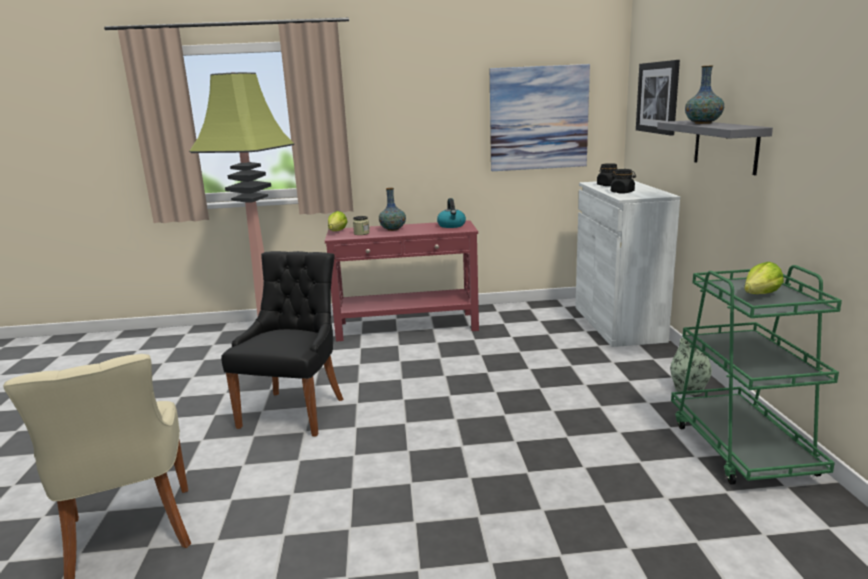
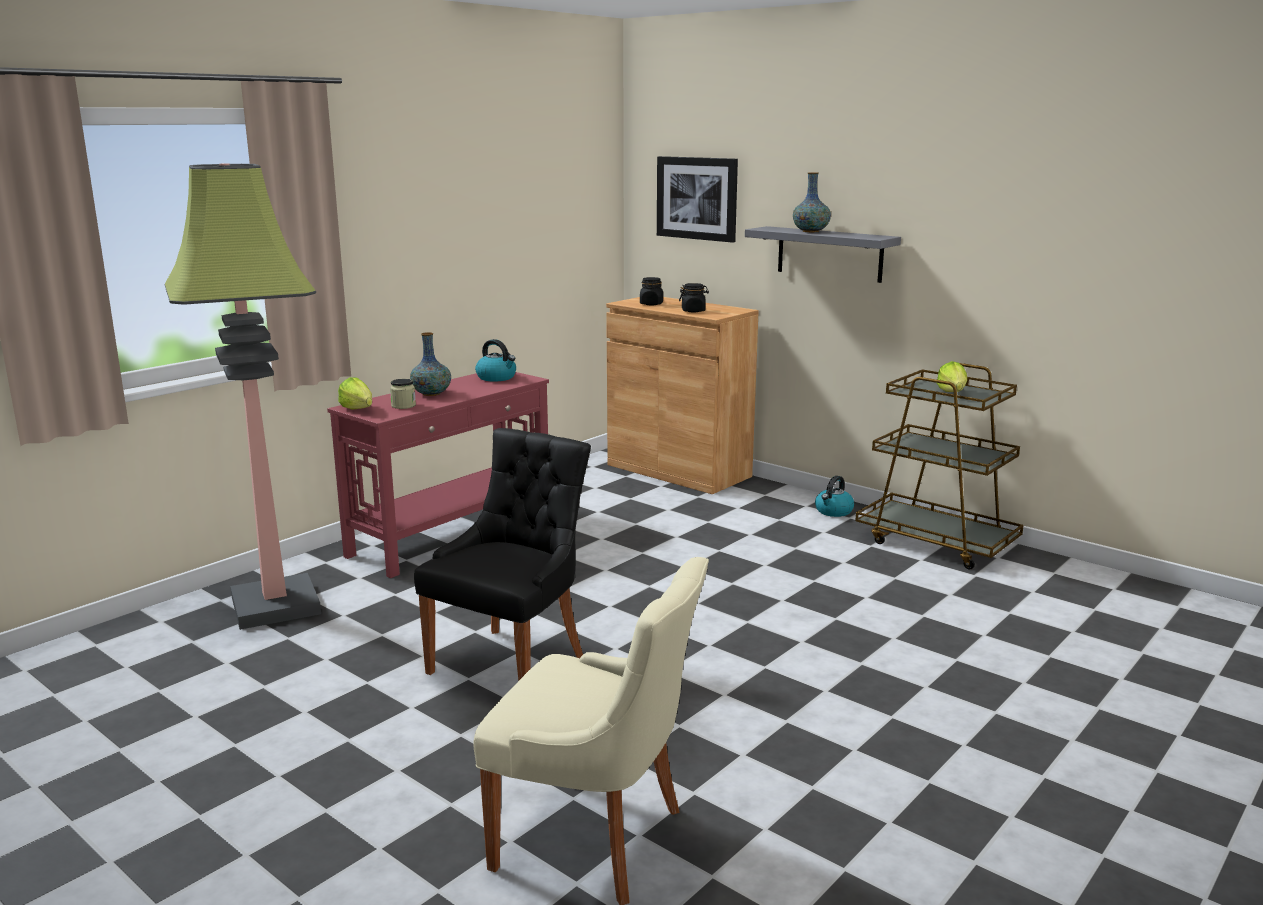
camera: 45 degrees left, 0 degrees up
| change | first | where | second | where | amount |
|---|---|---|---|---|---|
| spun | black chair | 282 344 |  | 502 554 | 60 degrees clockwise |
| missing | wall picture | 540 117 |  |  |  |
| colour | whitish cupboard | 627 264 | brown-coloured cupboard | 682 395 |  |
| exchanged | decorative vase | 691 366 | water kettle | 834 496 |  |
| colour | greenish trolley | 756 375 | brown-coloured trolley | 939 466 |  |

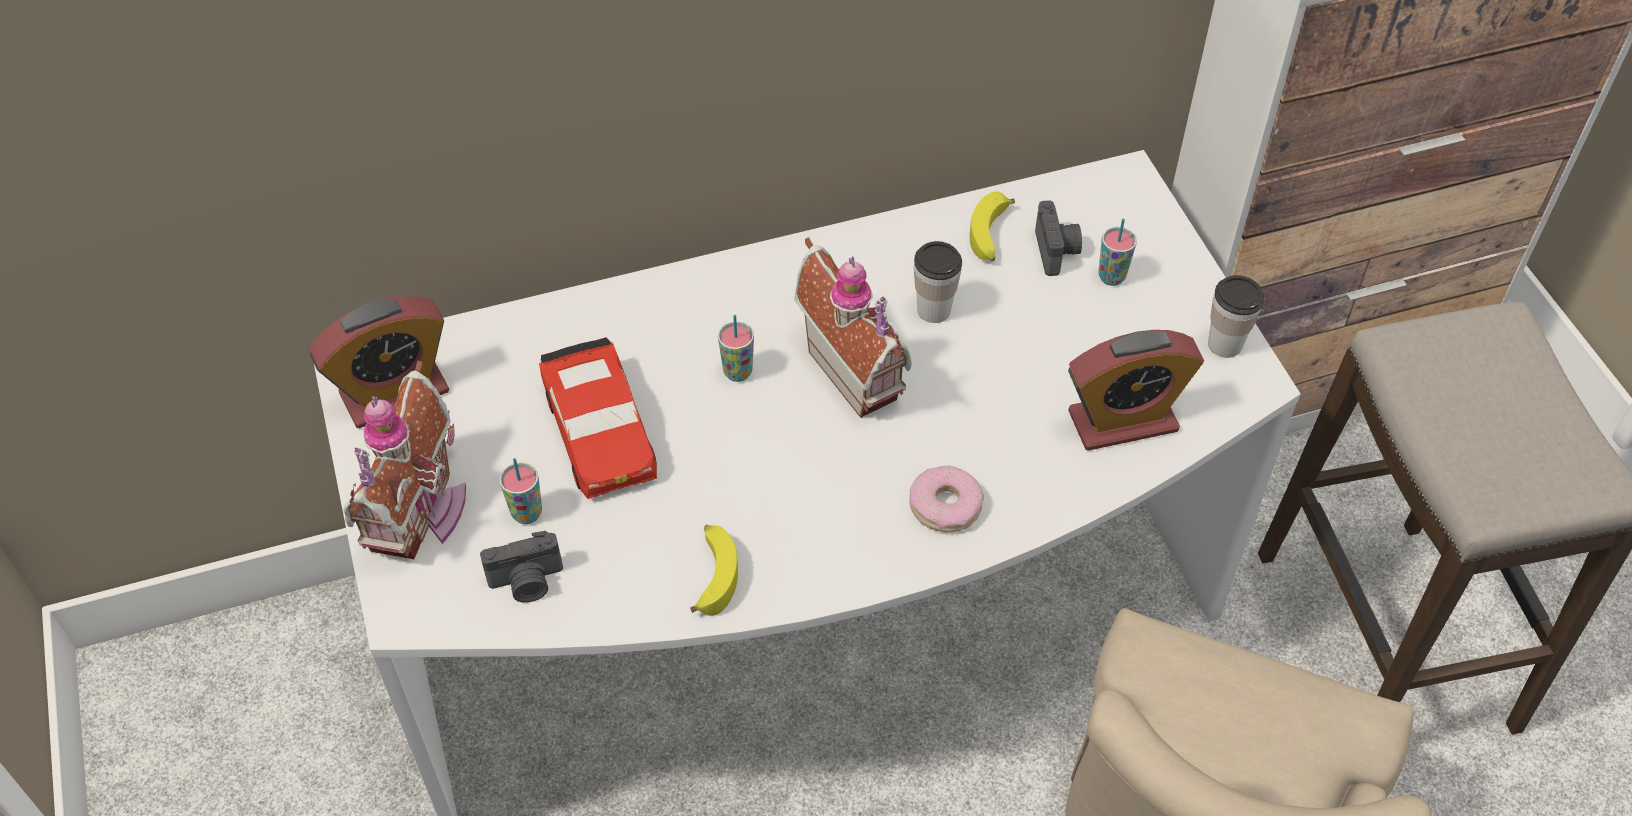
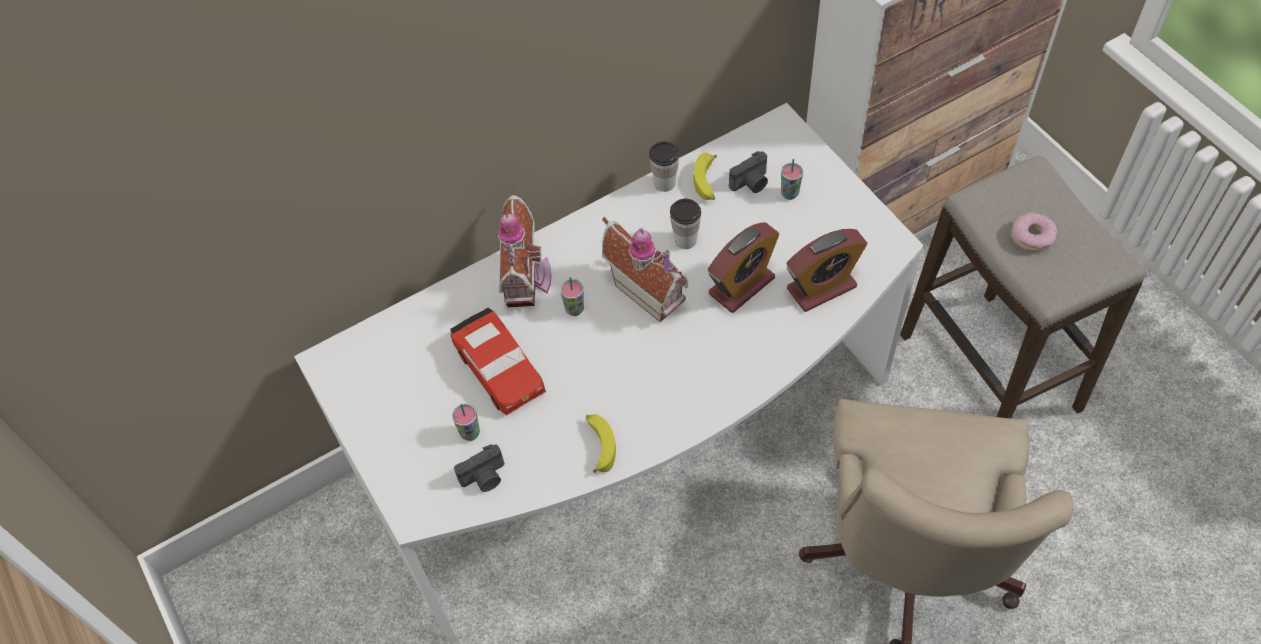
camera: 10 degrees left, 5 degrees up
| change | first | where | second | where | amount |
|---|---|---|---|---|---|
| relocated | table clock | 379 362 |  | 743 267 |  |
| relocated | toy house | 404 460 |  | 524 248 |  |
| relocated | ring doughnut | 946 498 |  | 1034 232 |  |
| spun | photo camera | 1058 238 |  | 748 172 | 75 degrees clockwise |
| relocated | cup | 1236 316 |  | 664 166 |  |

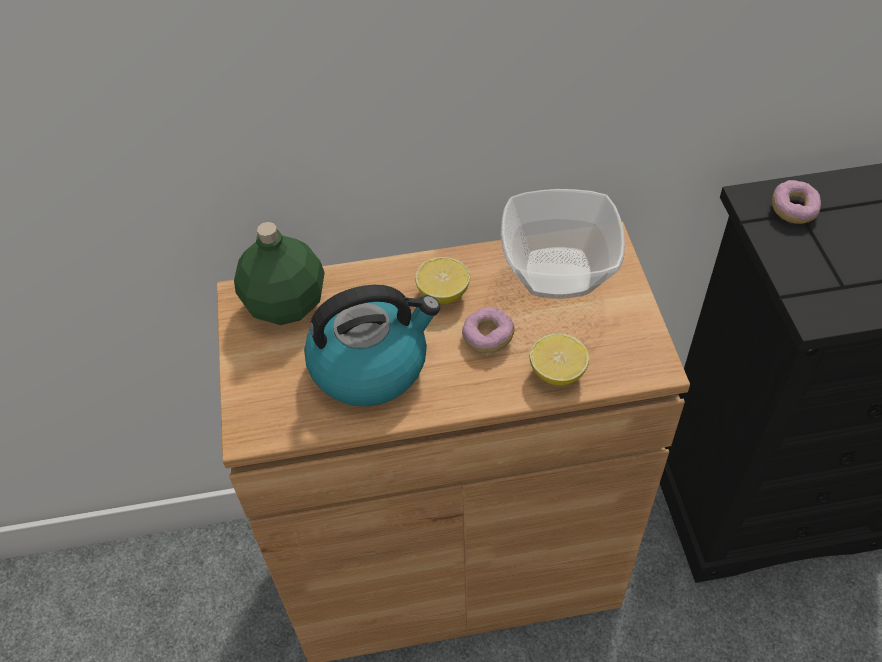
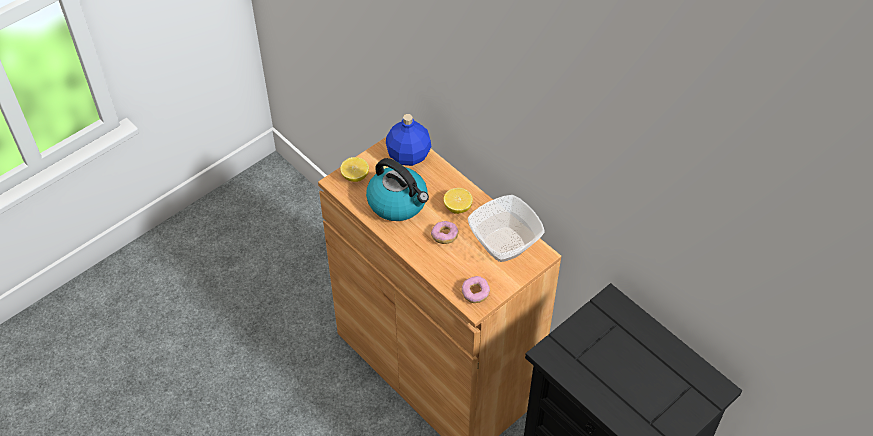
camera: 55 degrees right, 0 degrees up
| change | first | where | second | where | amount |
|---|---|---|---|---|---|
| colour | greenish drink bottle | 279 273 | bluish drink bottle | 408 140 |  |
| relocated | citrus fruit | 559 359 |  | 354 169 |  |
| relocated | ring doughnut | 796 202 |  | 475 289 |  |

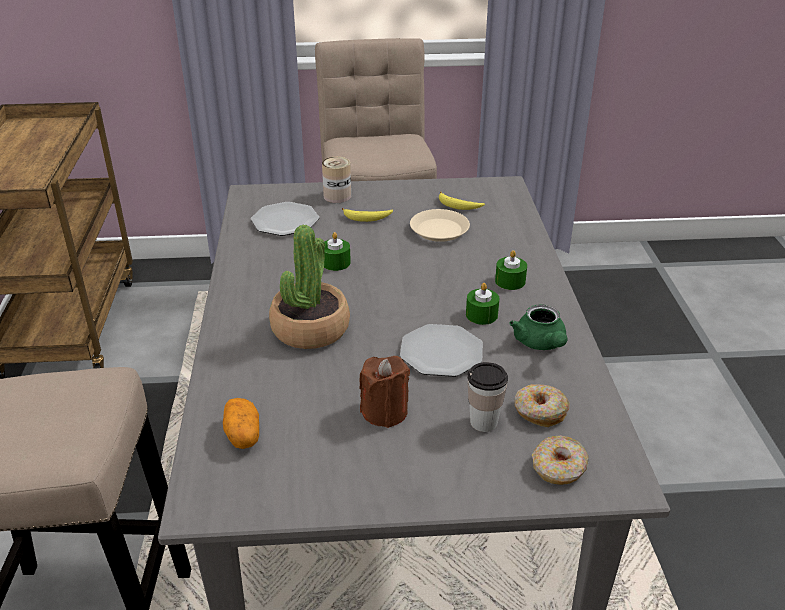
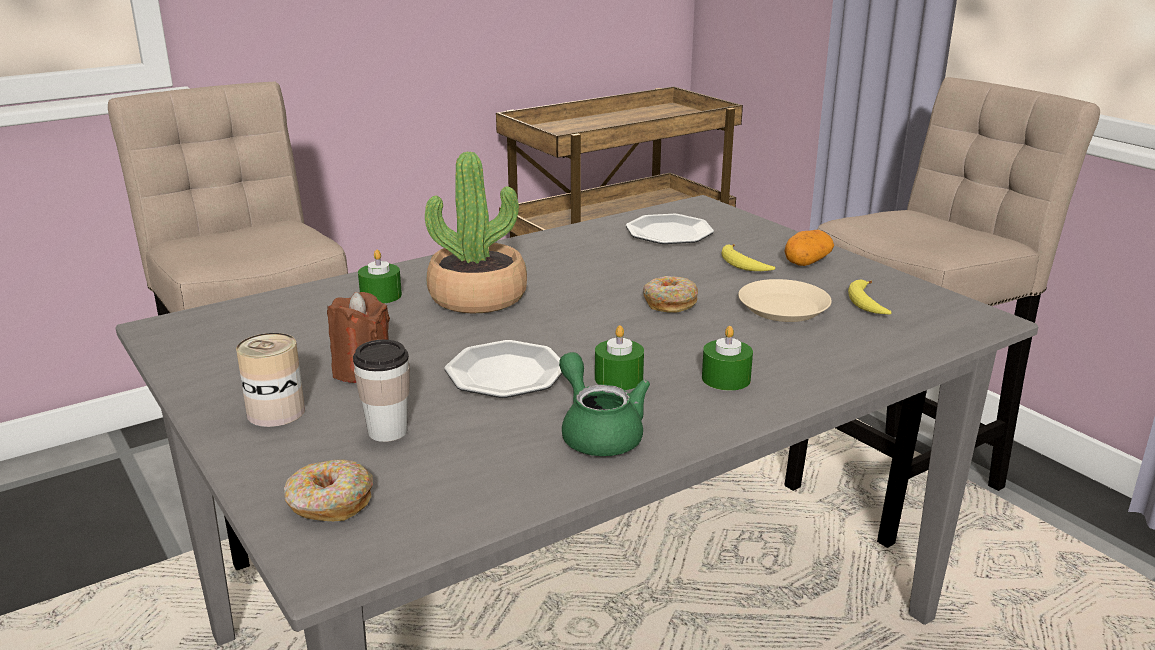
camera: 60 degrees right, 10 degrees down
| change | first | where | second | where | amount |
|---|---|---|---|---|---|
| relocated | whole potato | 241 423 |  | 809 248 |  |
| relocated | metal can | 336 180 |  | 270 380 |  |
| relocated | greenish wax candle | 337 251 |  | 380 277 |  |
| spun | greenish pot for tea | 538 327 |  | 604 404 | 105 degrees clockwise |
| relocated | ring doughnut | 542 405 |  | 670 294 |  |

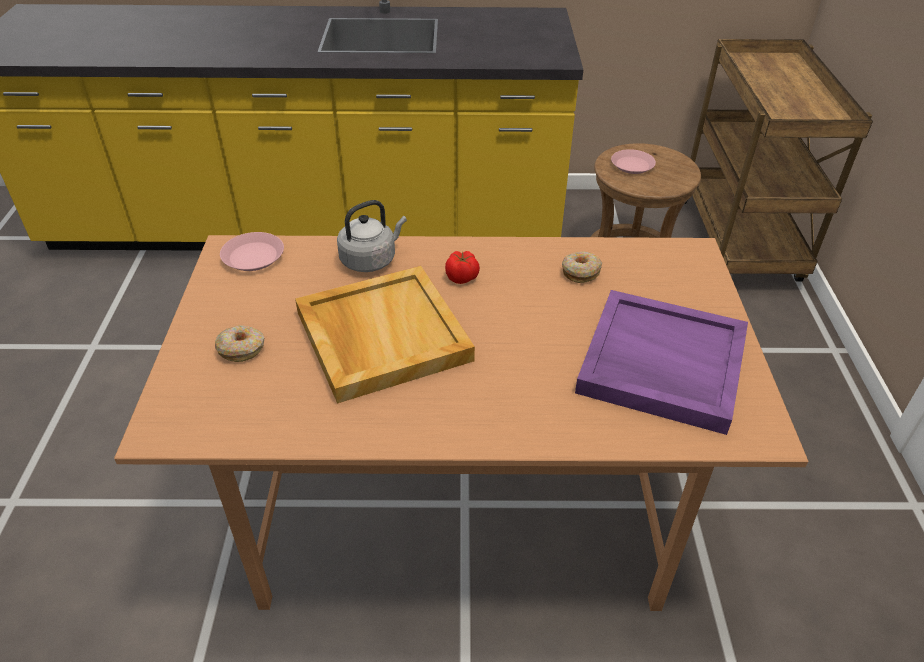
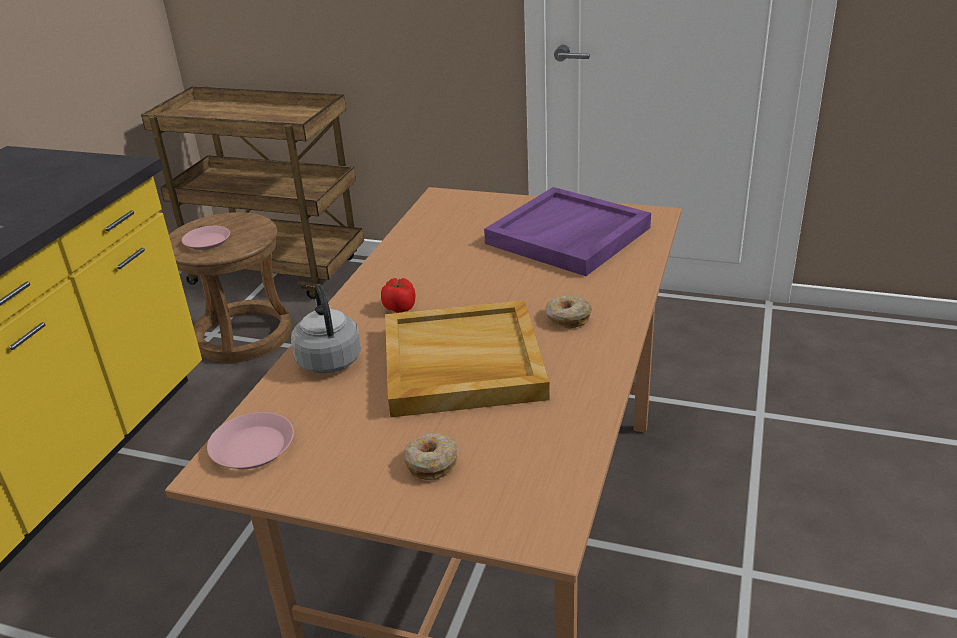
camera: 70 degrees left, 10 degrees down
| change | first | where | second | where | amount |
|---|---|---|---|---|---|
| relocated | ring doughnut | 582 267 |  | 568 312 |  |

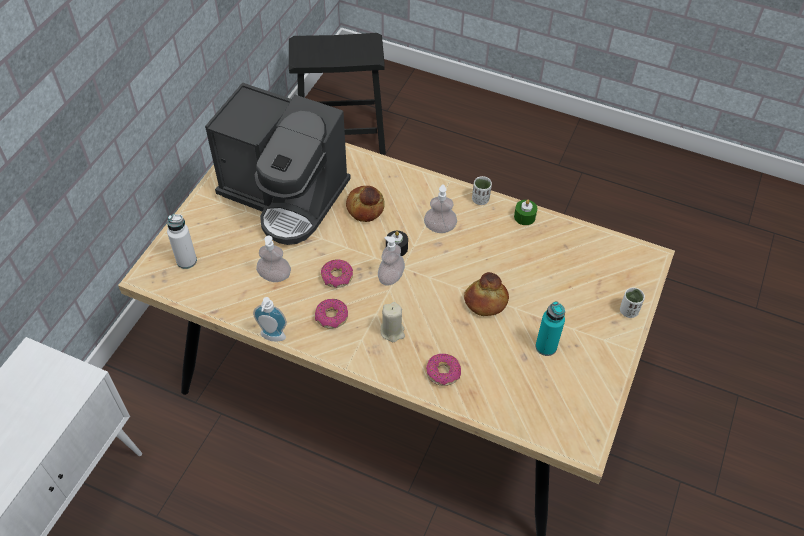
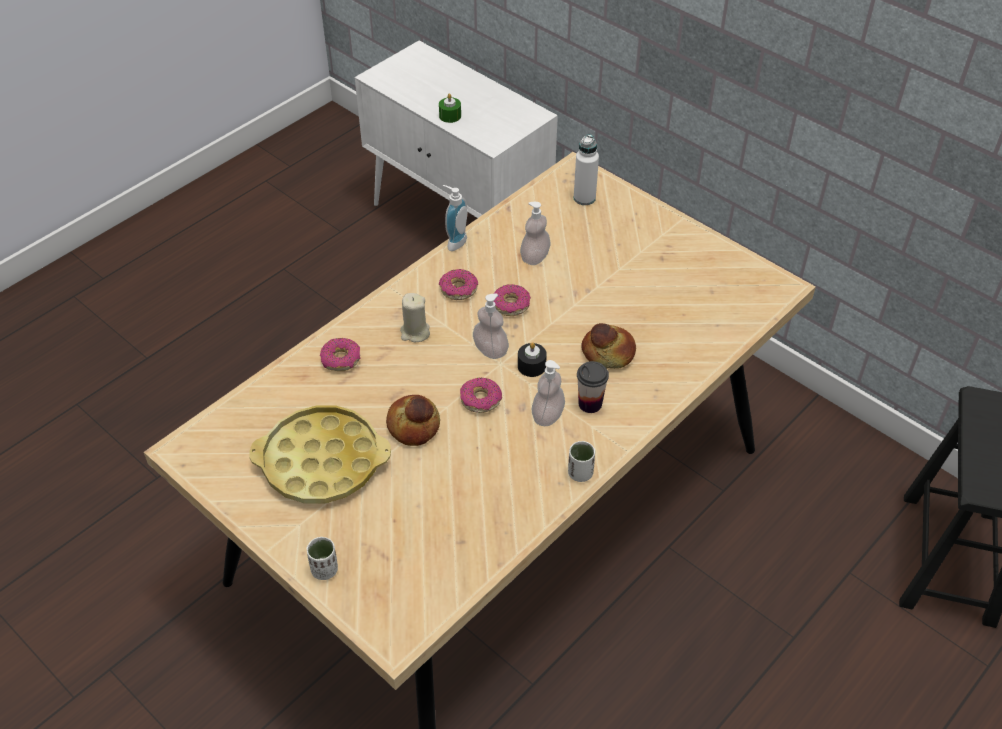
camera: 110 degrees right, 5 degrees down
| change | first | where | second | where | amount |
|---|---|---|---|---|---|
| missing | coffee maker | 278 163 |  |  |  |
| relocated | greenish wax candle | 525 212 |  | 450 108 |  |
| exchanged | turquoise-coloured drink bottle | 550 328 | yellow tray | 320 454 |  |
| appeared |  |  | ring doughnut | 481 395 |  |
| appeared |  |  | cup | 593 387 |  |

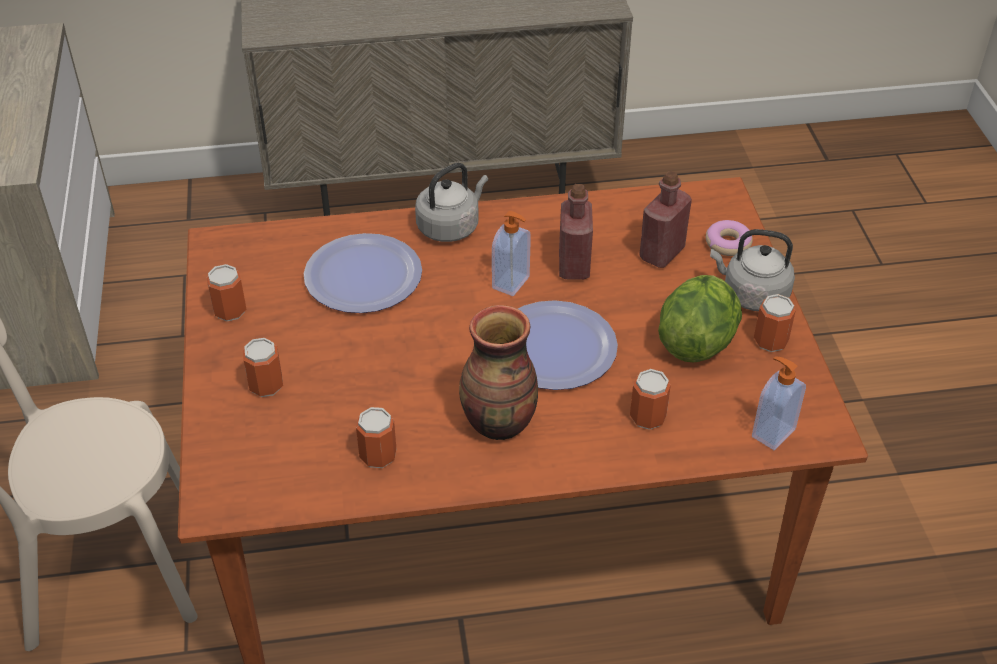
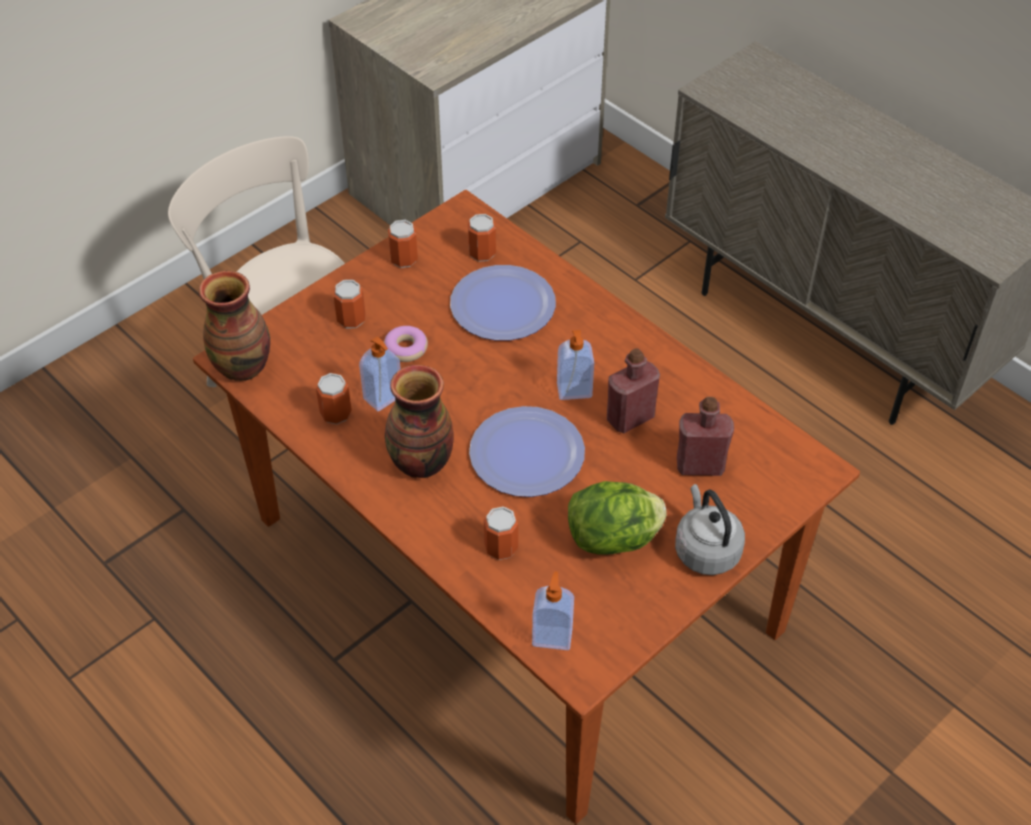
camera: 55 degrees right, 5 degrees up
| change | first | where | second | where | amount |
|---|---|---|---|---|---|
| missing | gray water kettle | 451 202 |  |  |  |
| relocated | ring doughnut | 729 238 |  | 406 344 |  |
| relocated | metal can | 775 323 |  | 482 238 |  |
| appeared |  |  | decorative vase | 234 326 |  |
| appeared |  |  | soap dispenser | 380 373 |  |

